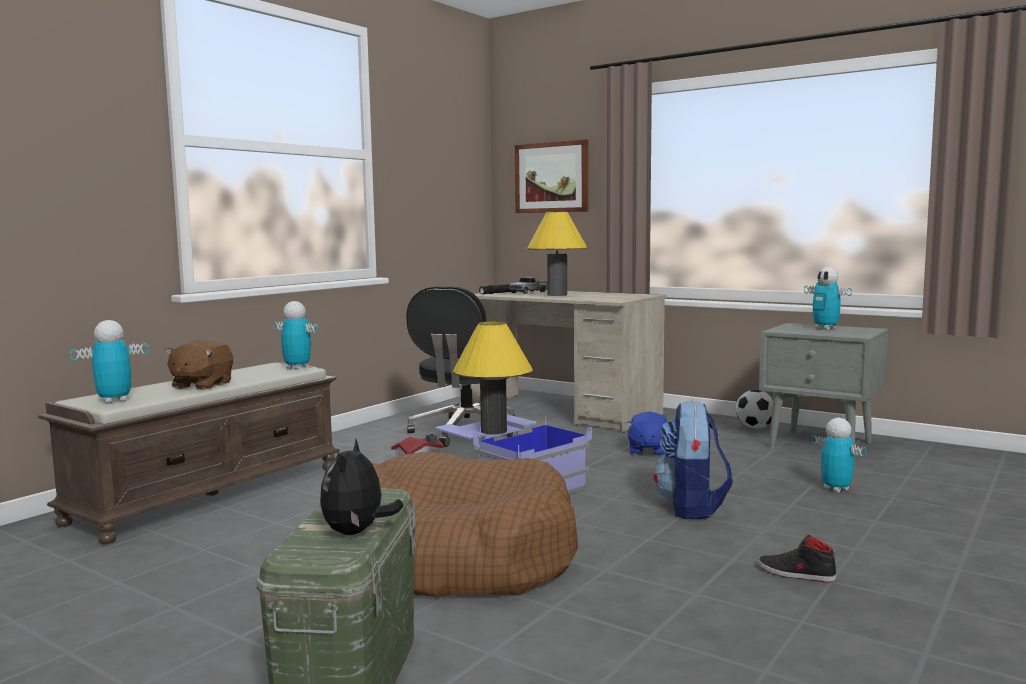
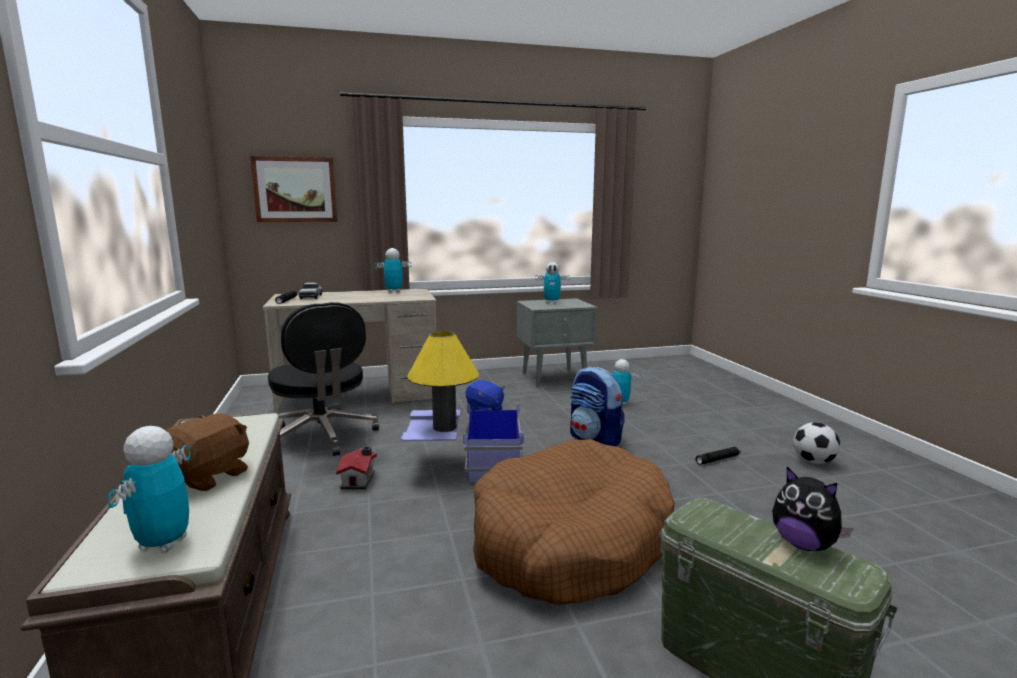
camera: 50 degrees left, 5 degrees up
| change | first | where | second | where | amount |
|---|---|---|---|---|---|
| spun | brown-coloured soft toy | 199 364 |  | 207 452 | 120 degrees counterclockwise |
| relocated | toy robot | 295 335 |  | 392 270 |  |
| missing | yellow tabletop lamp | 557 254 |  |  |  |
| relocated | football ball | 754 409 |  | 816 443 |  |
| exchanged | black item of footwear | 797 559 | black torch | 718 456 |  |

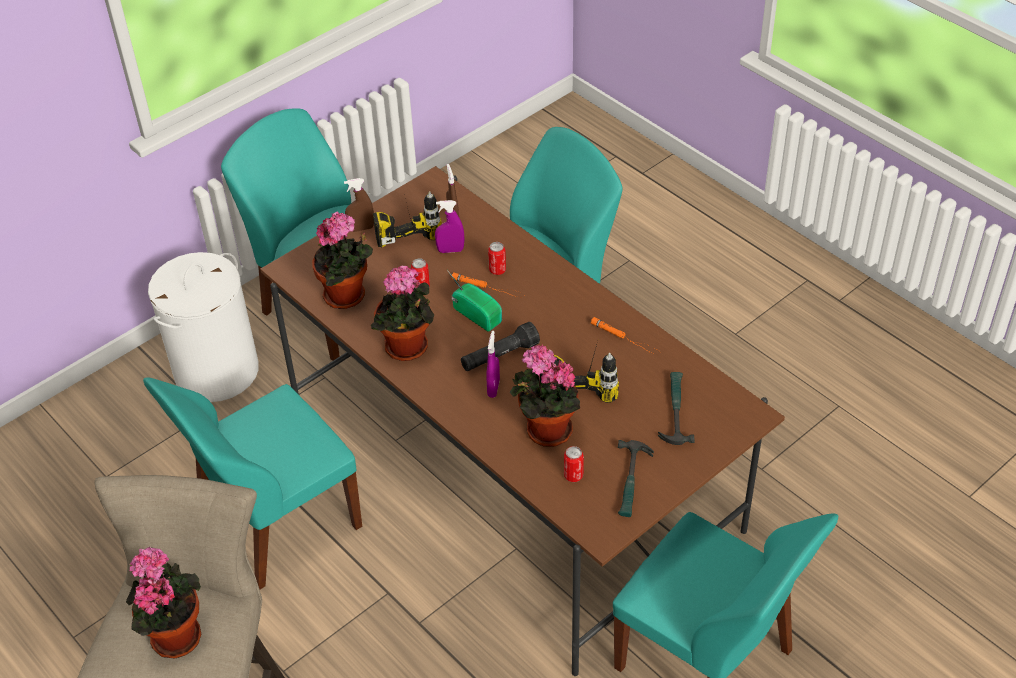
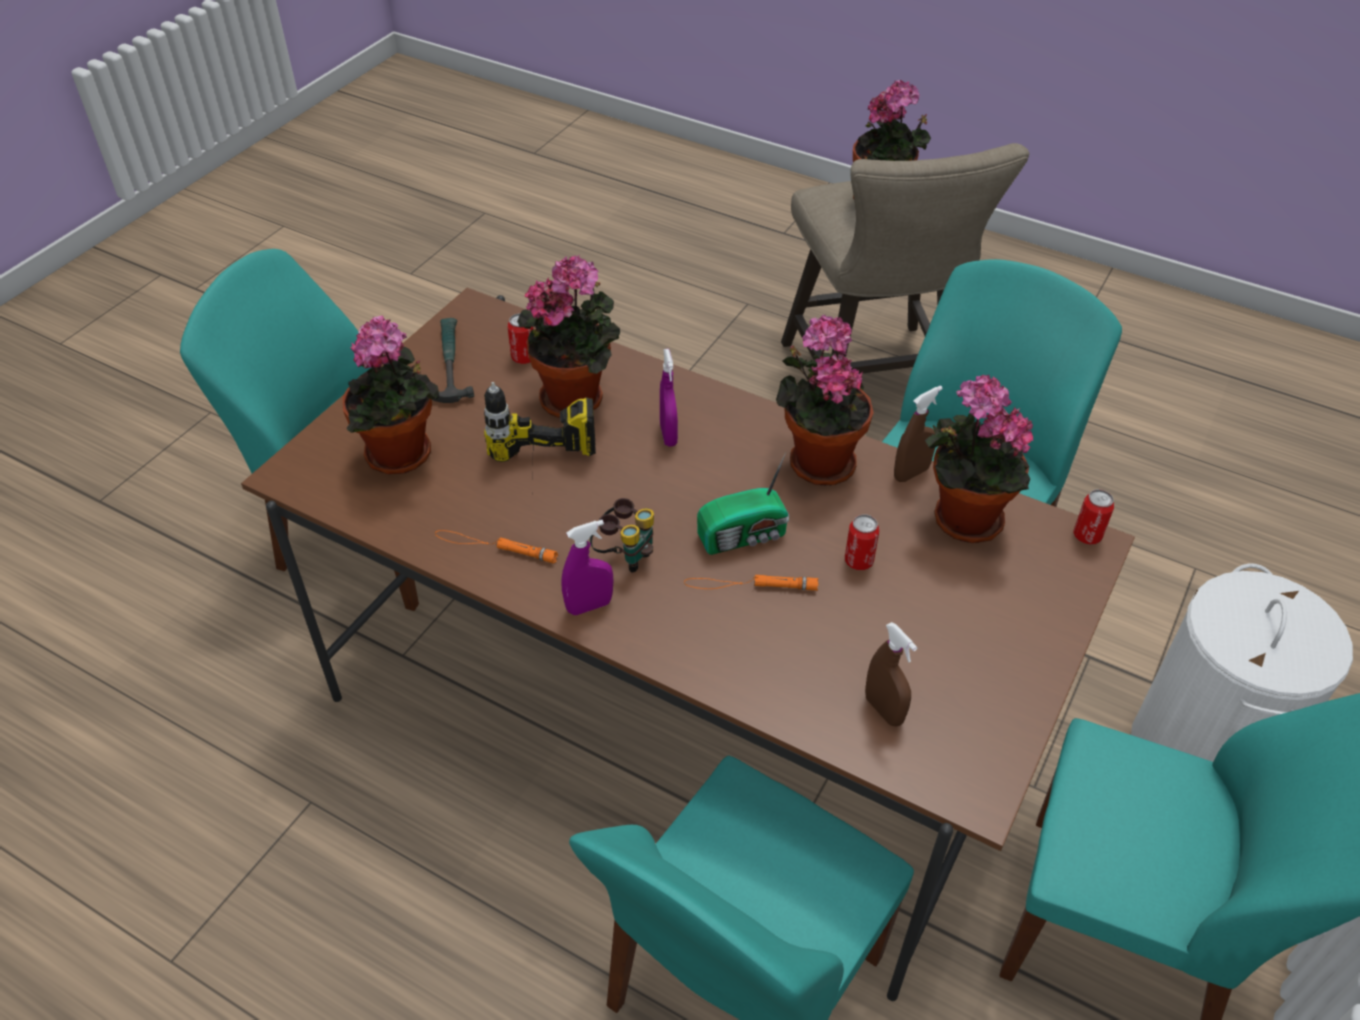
camera: 160 degrees right, 0 degrees up
| change | first | where | second | where | amount |
|---|---|---|---|---|---|
| relocated | brown-coloured hand sprayer | 359 205 |  | 918 434 |  |
| missing | electric drill | 407 219 |  |  |  |
| relocated | purplish hand sprayer | 449 226 |  | 587 567 |  |
| spun | radio set | 474 301 |  | 743 503 | 45 degrees counterclockwise |
| missing | black torch | 500 346 |  |  |  |
| relocated | metal can | 497 258 |  | 1093 517 |  |
| exchanged | hammer | 676 408 | potted plant | 391 395 |  |
| appeared |  |  | binoculars | 622 535 |  |

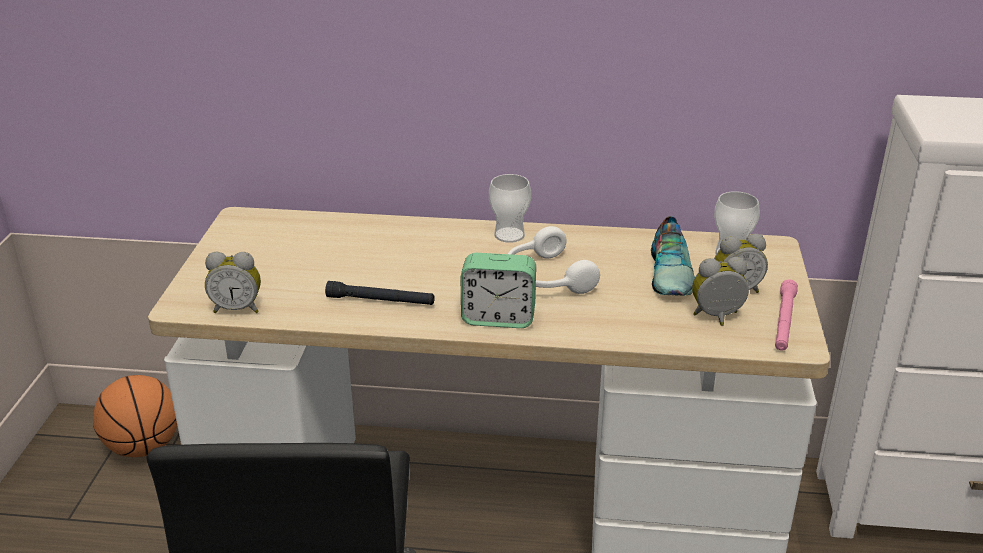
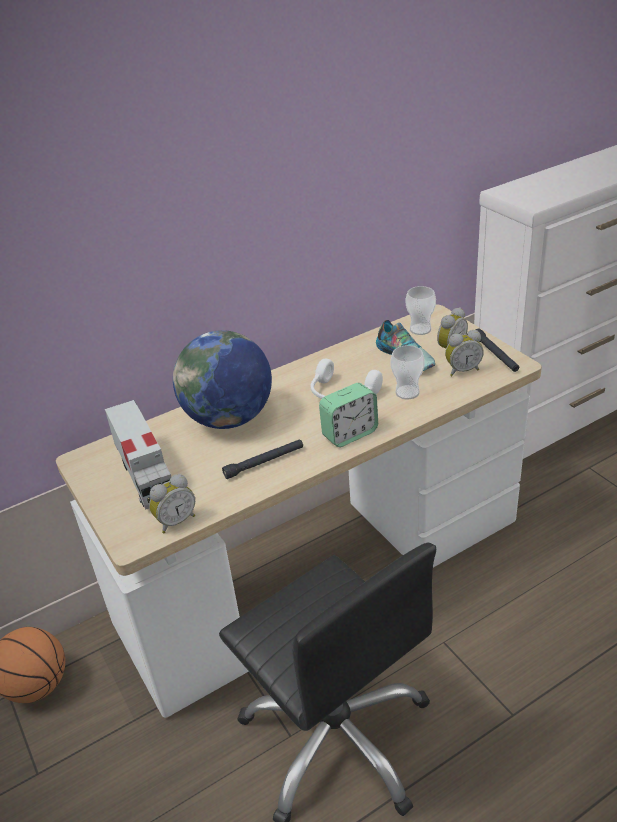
camera: 35 degrees left, 5 degrees up
| change | first | where | second | where | amount |
|---|---|---|---|---|---|
| relocated | cup | 510 208 |  | 407 372 |  |
| spun | table clock | 720 291 |  | 464 353 | 150 degrees counterclockwise |
| colour | pink torch | 786 315 | black torch | 497 350 |  |
| appeared |  |  | toy lorry | 138 455 |  |
| appeared |  |  | world globe | 222 379 |  |

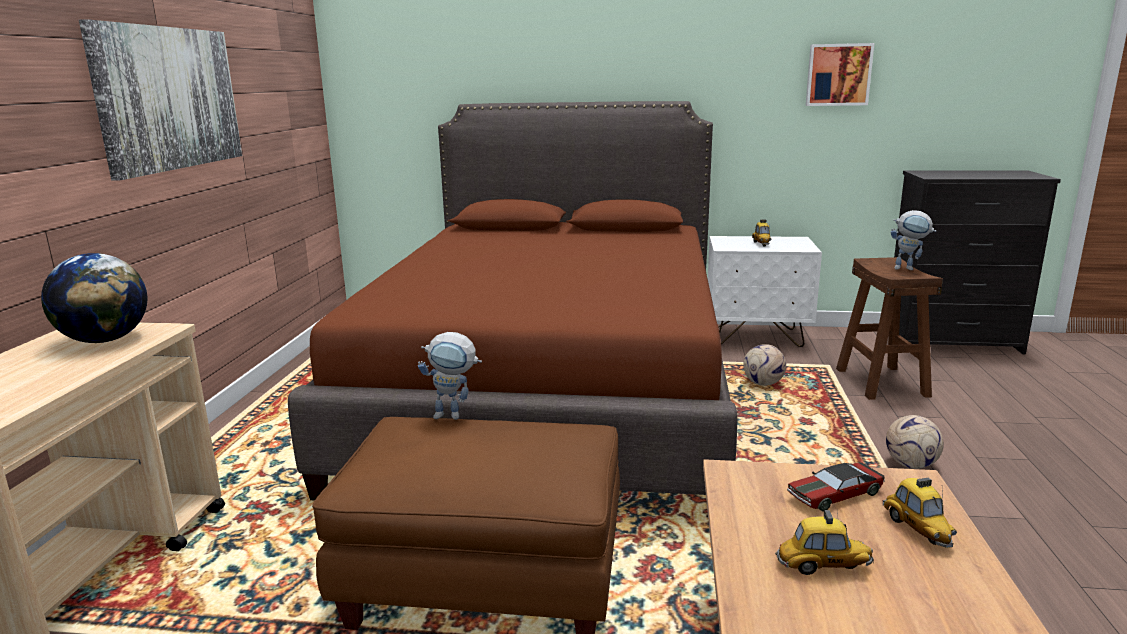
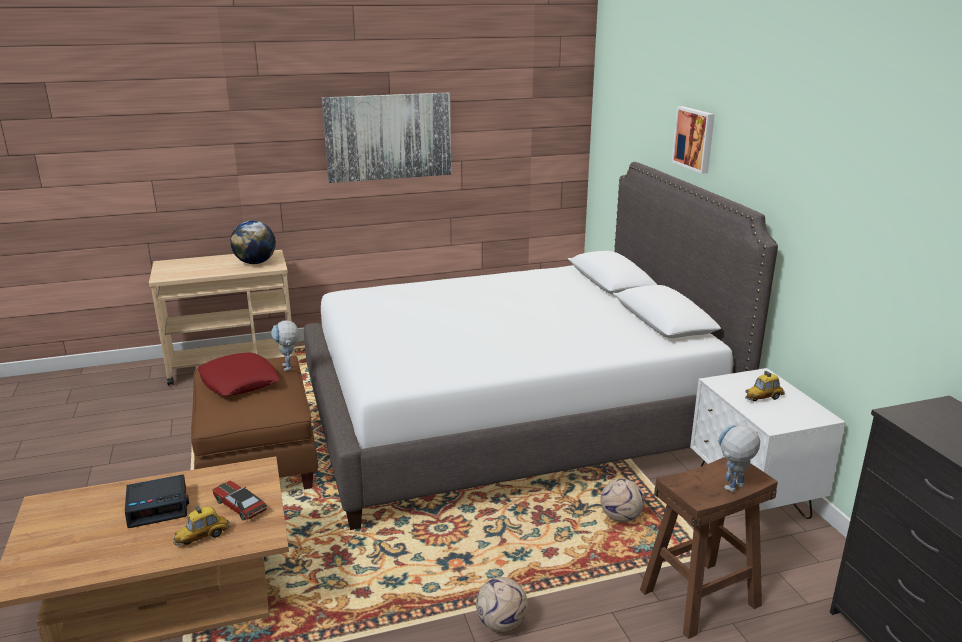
camera: 65 degrees right, 5 degrees up
| change | first | where | second | where | amount |
|---|---|---|---|---|---|
| colour | brown-coloured bed | 512 301 | whitish bed | 541 346 |  |
| exchanged | toy car | 824 542 | table clock | 157 501 |  |
| relocated | wall picture | 840 74 |  | 693 140 |  |
| spun | toy robot | 913 240 |  | 739 458 | 60 degrees clockwise |
| appeared |  |  | red-coloured throw pillow | 239 374 |  |

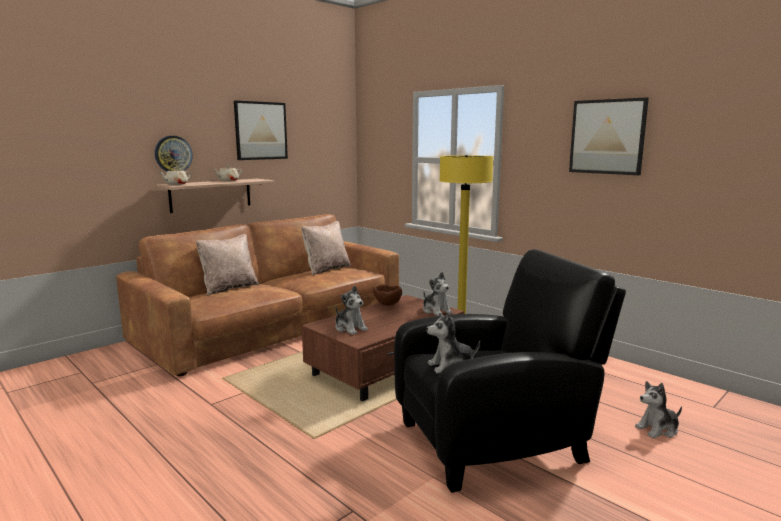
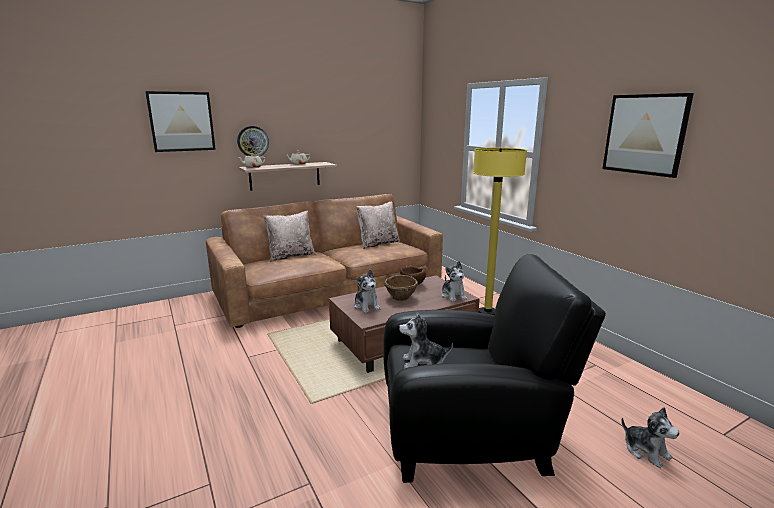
camera: 15 degrees right, 5 degrees up
| change | first | where | second | where | amount |
|---|---|---|---|---|---|
| relocated | wall picture | 261 130 |  | 180 121 |  |
| spun | soft toy | 658 409 |  | 650 437 | 120 degrees counterclockwise |
| appeared |  |  | brown-coloured deep dish | 401 288 |  |

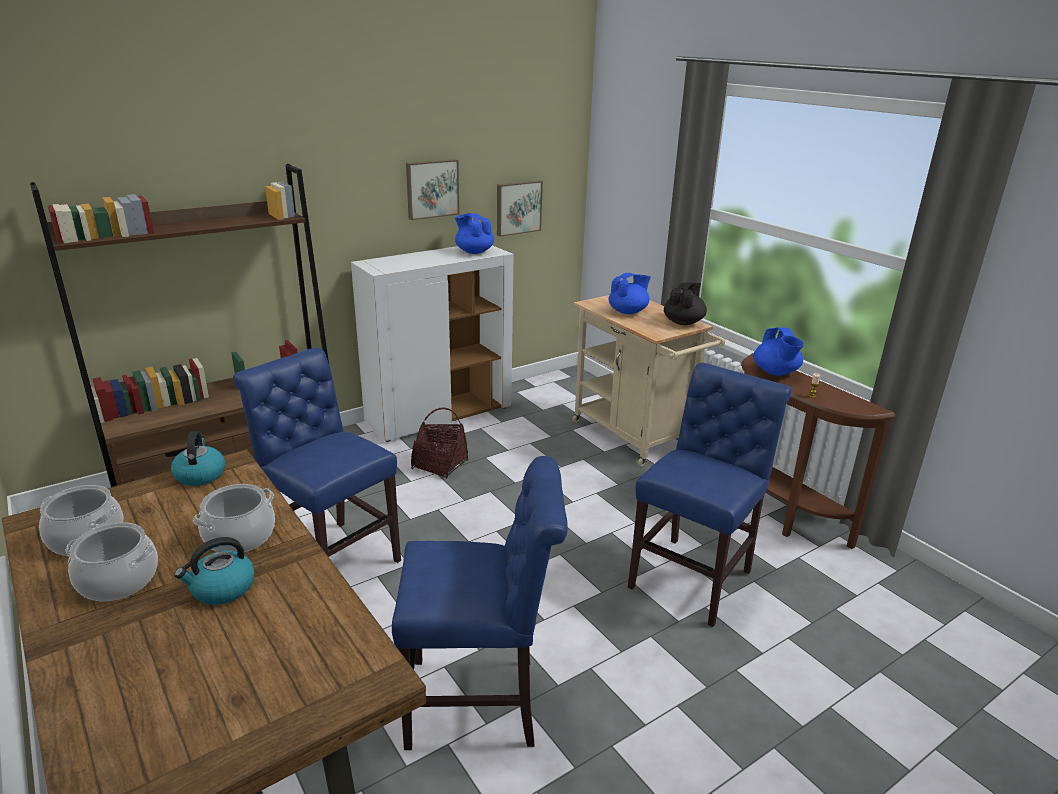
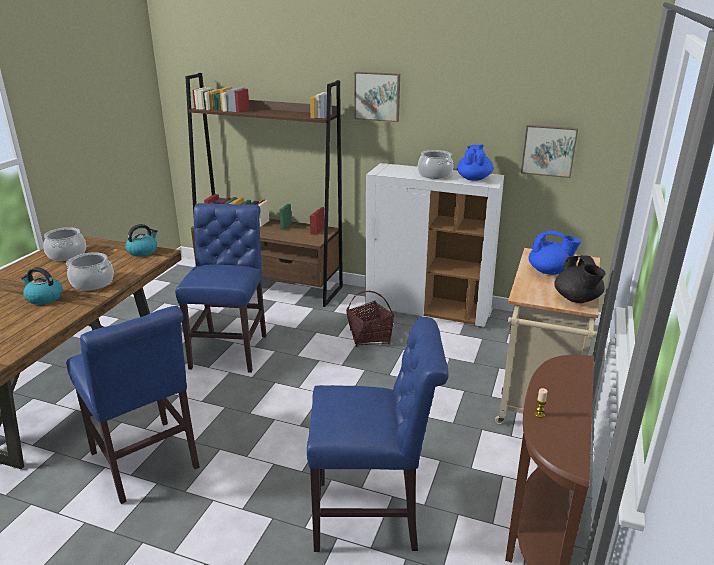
camera: 55 degrees right, 0 degrees up
| change | first | where | second | where | amount |
|---|---|---|---|---|---|
| relocated | stockpot | 112 561 |  | 435 164 |  |
| relocated | wall picture | 432 189 |  | 377 97 |  |
| spun | black pot for tea | 685 304 |  | 580 279 | 90 degrees clockwise |
| missing | bluish pot for tea | 778 351 |  |  |  |

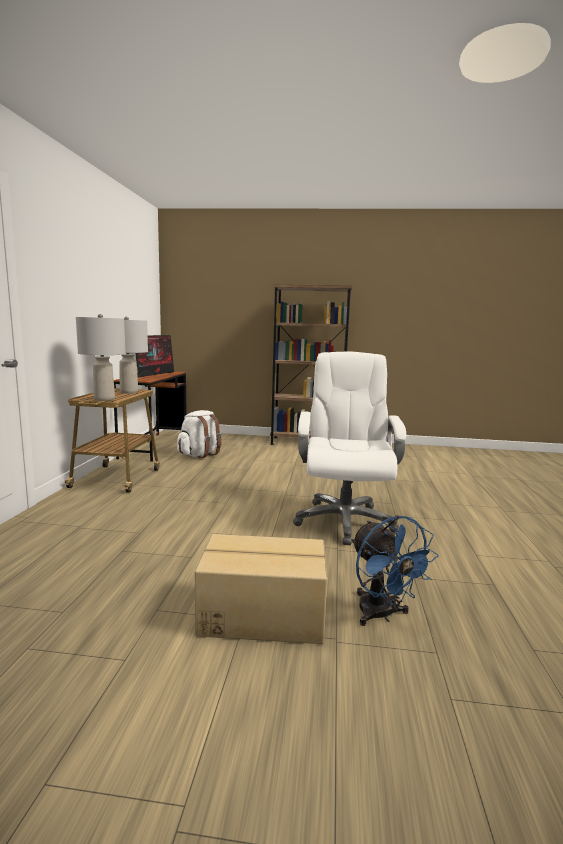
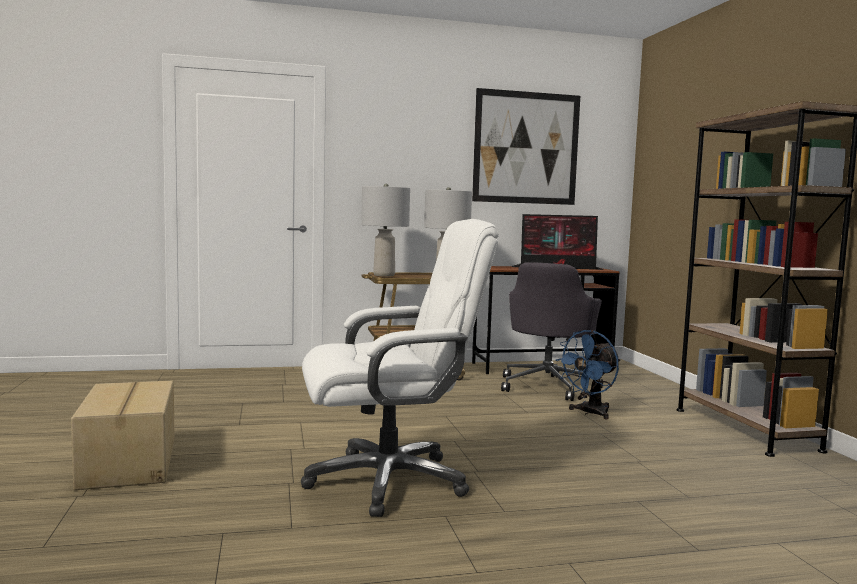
camera: 70 degrees right, 5 degrees down
| change | first | where | second | where | amount |
|---|---|---|---|---|---|
| exchanged | whitish backpack | 199 434 | gray computer chair | 552 331 |  |
| relocated | bluish fan | 395 570 |  | 587 374 |  |
| appeared |  |  | wall picture | 526 146 |  |

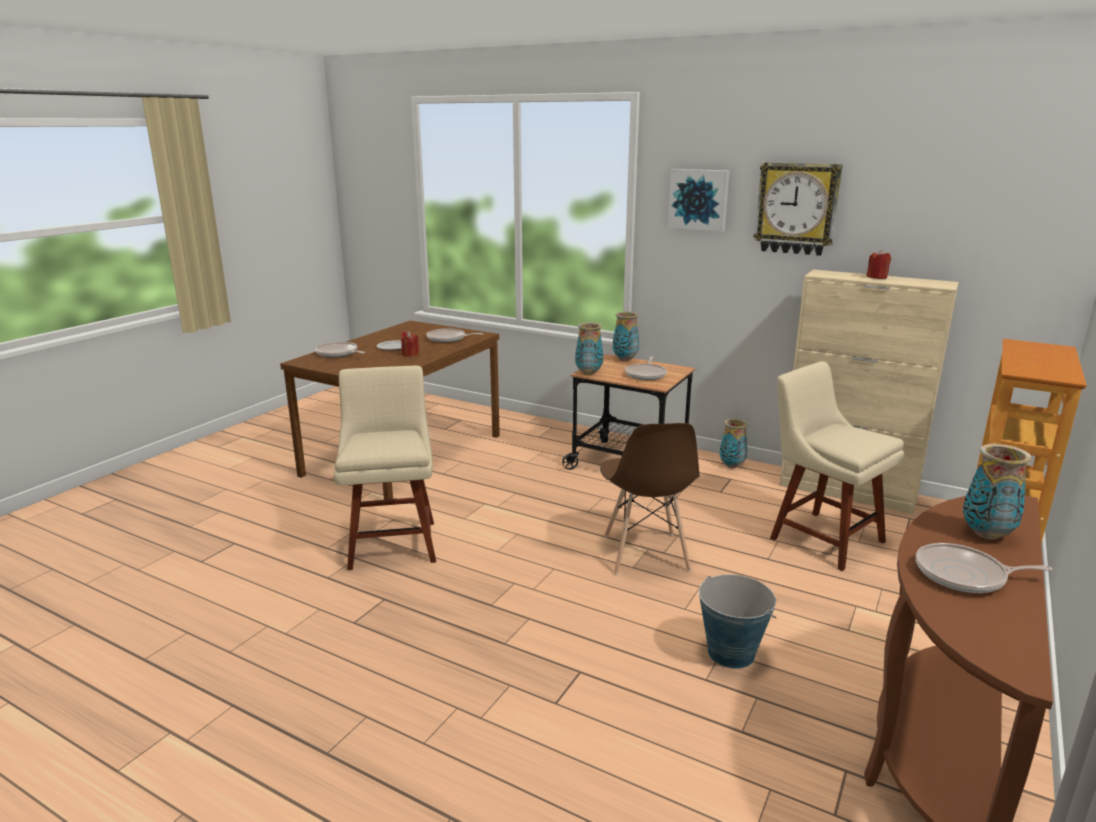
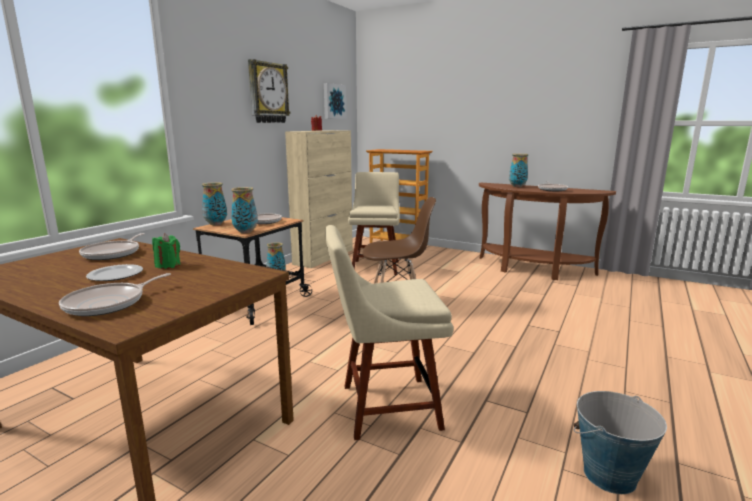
camera: 90 degrees left, 5 degrees down
| change | first | where | second | where | amount |
|---|---|---|---|---|---|
| colour | red-coloured wax candle | 410 344 | greenish wax candle | 166 251 |  |
| relocated | wall picture | 699 200 |  | 335 101 |  |
| relocated | water bucket | 737 621 |  | 620 442 |  |
| spun | beige chair | 837 466 |  | 374 223 | 135 degrees clockwise |

